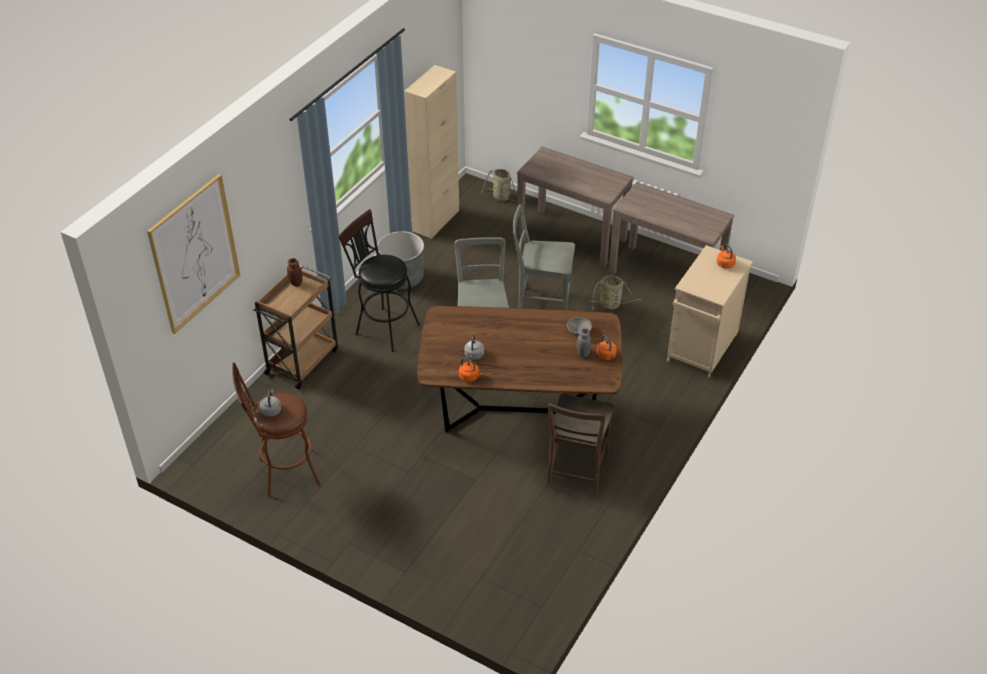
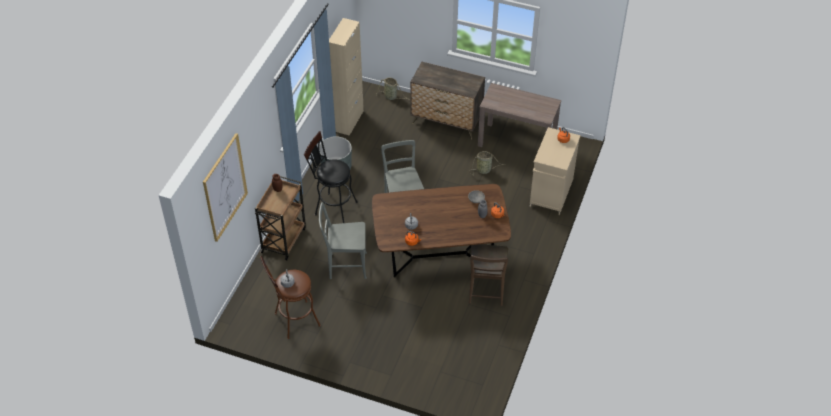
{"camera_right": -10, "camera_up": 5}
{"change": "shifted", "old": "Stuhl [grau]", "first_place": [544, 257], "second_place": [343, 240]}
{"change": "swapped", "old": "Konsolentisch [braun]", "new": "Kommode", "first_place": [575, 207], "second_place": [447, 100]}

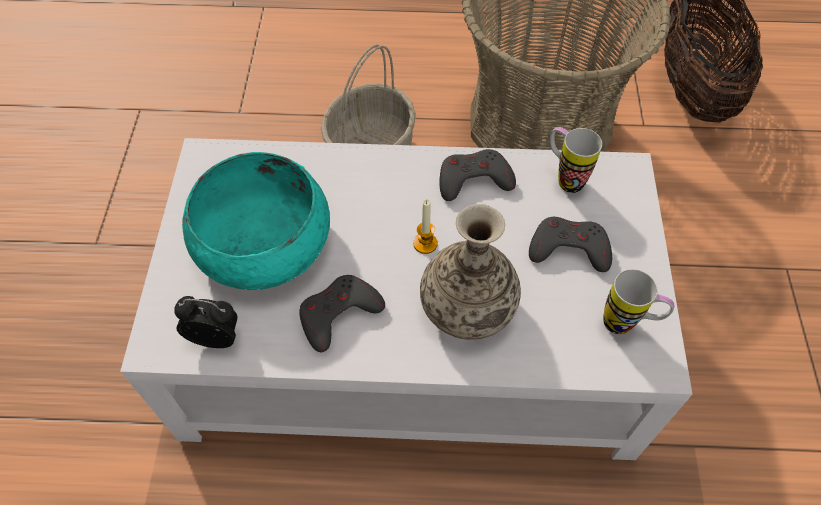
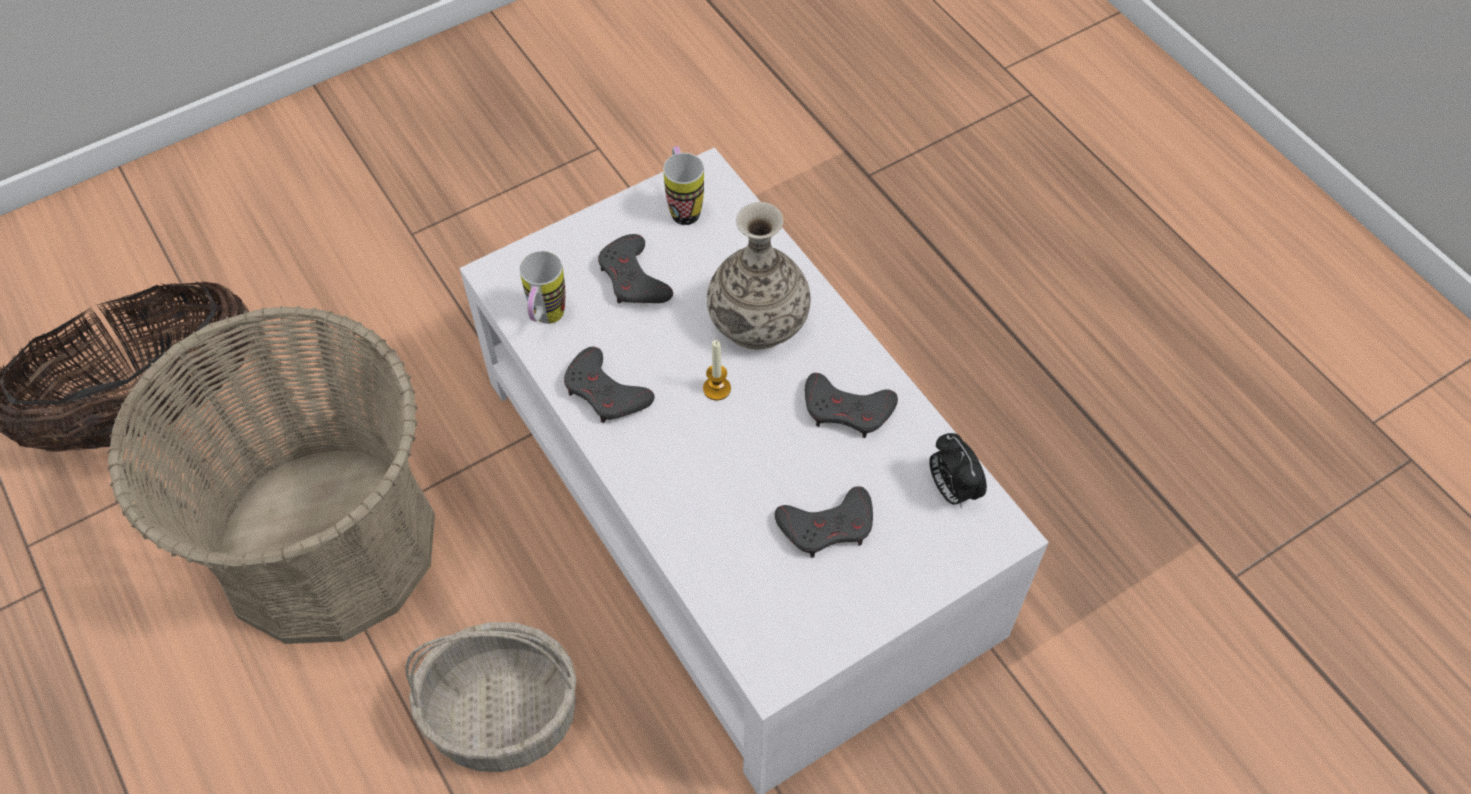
{"camera_right": -125, "camera_up": 0}
{"change": "swapped", "old": "Schüssel [türkis]", "new": "Gamepad [grau]", "first_place": [256, 221], "second_place": [824, 522]}

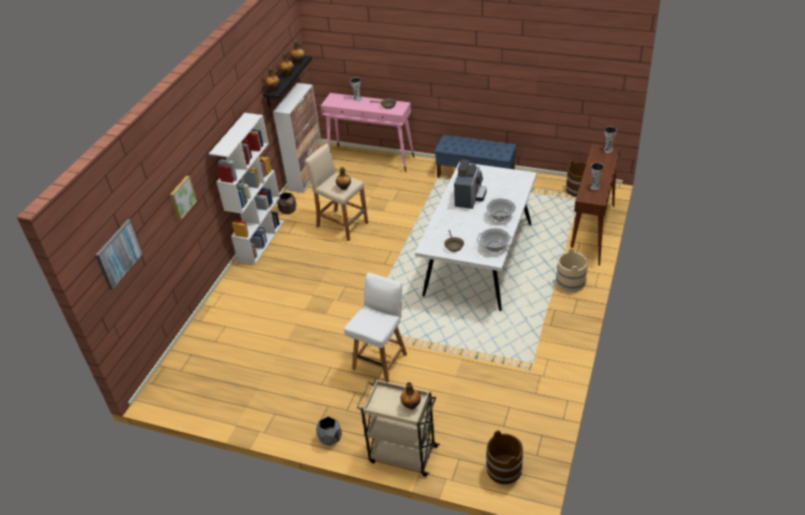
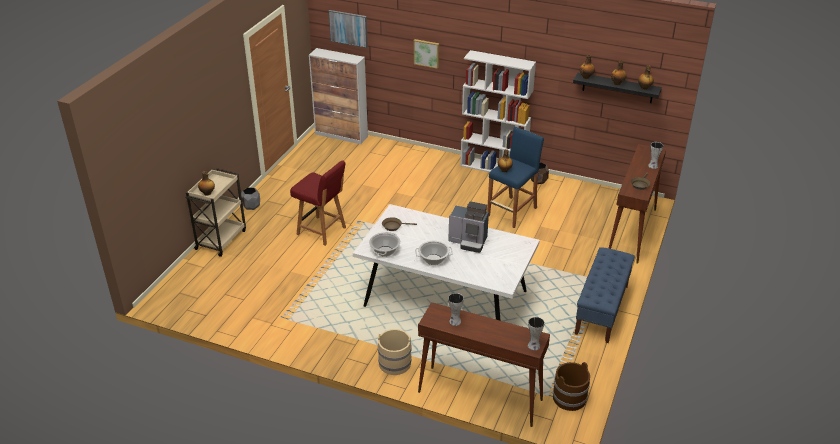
{"camera_right": 90, "camera_up": -5}
{"change": "gone", "old": "Eimer [braun]", "first_place": [504, 457]}
{"change": "shifted", "old": "Schrank", "first_place": [297, 138], "second_place": [338, 96]}
{"change": "repainted", "old": "Hocker [beige]", "new": "Hocker [blau]", "first_place": [336, 192], "second_place": [515, 177]}
{"change": "repainted", "old": "Konsolentisch [rosa]", "new": "Konsolentisch [braun]", "first_place": [367, 132], "second_place": [637, 204]}
{"change": "repainted", "old": "Stuhl [weiß]", "new": "Stuhl [rot]", "first_place": [375, 327], "second_place": [318, 203]}

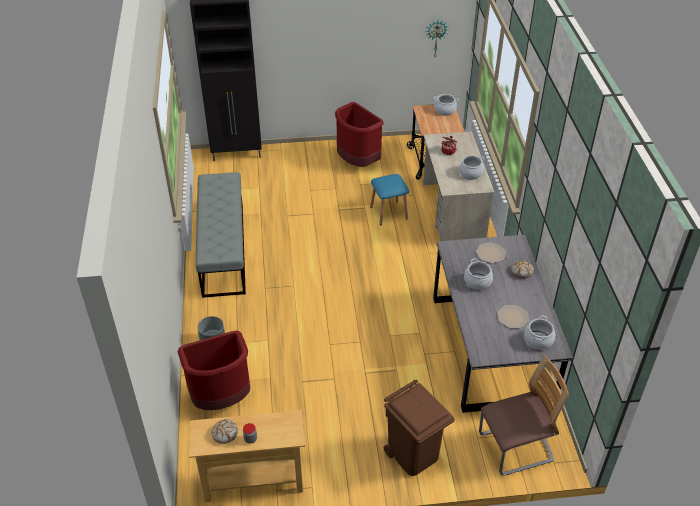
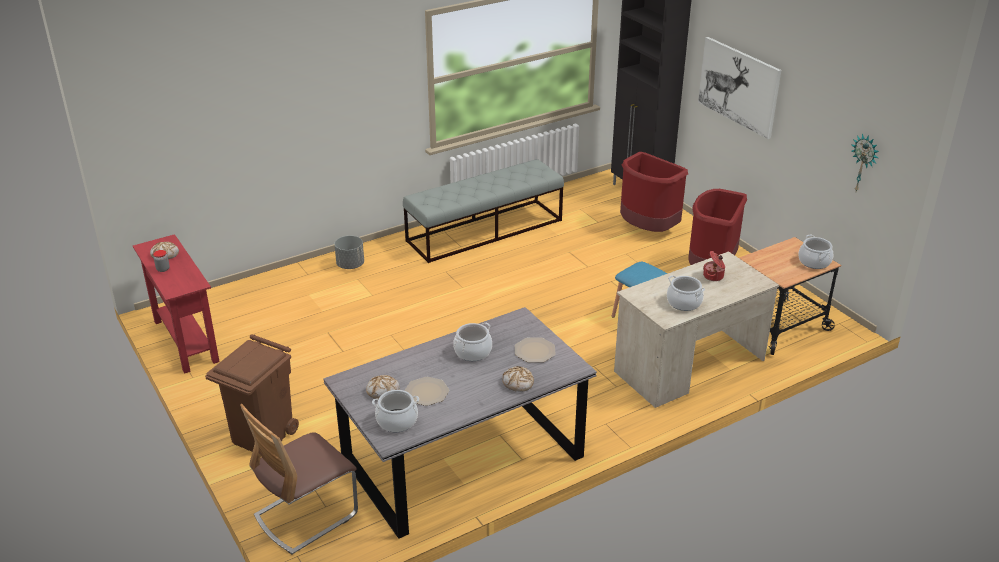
{"camera_right": 65, "camera_up": -10}
{"change": "new", "new": "Brot", "second_place": [383, 387]}
{"change": "new", "new": "Bild", "second_place": [739, 88]}
{"change": "shifted", "old": "Mülleimer [rot]", "first_place": [214, 370], "second_place": [654, 192]}
{"change": "repainted", "old": "Konsolentisch [beige]", "new": "Konsolentisch [rot]", "first_place": [247, 456], "second_place": [176, 304]}
{"change": "rotated", "old": "Stuhl", "first_place": [524, 415], "second_place": [299, 479], "degrees": 90}

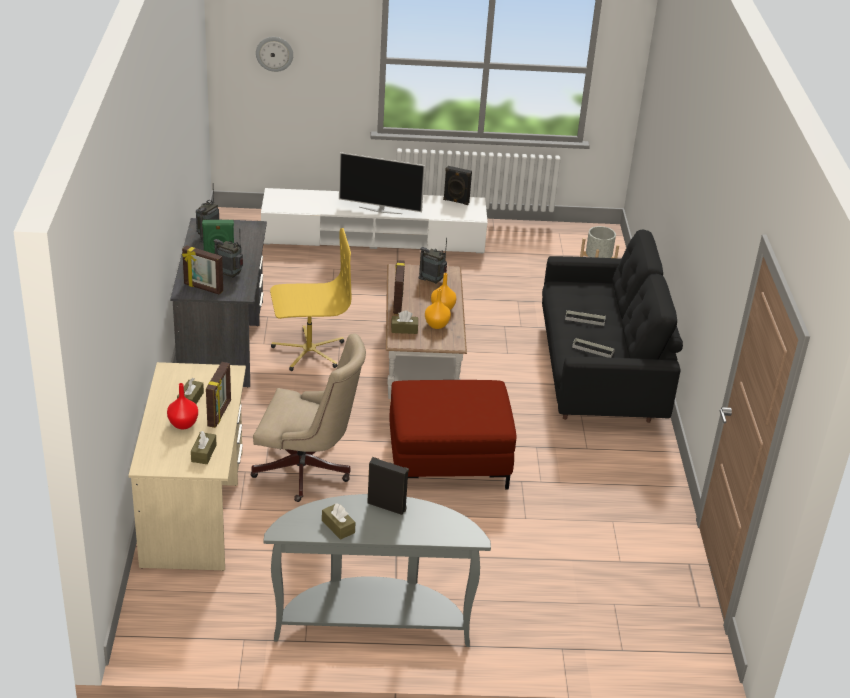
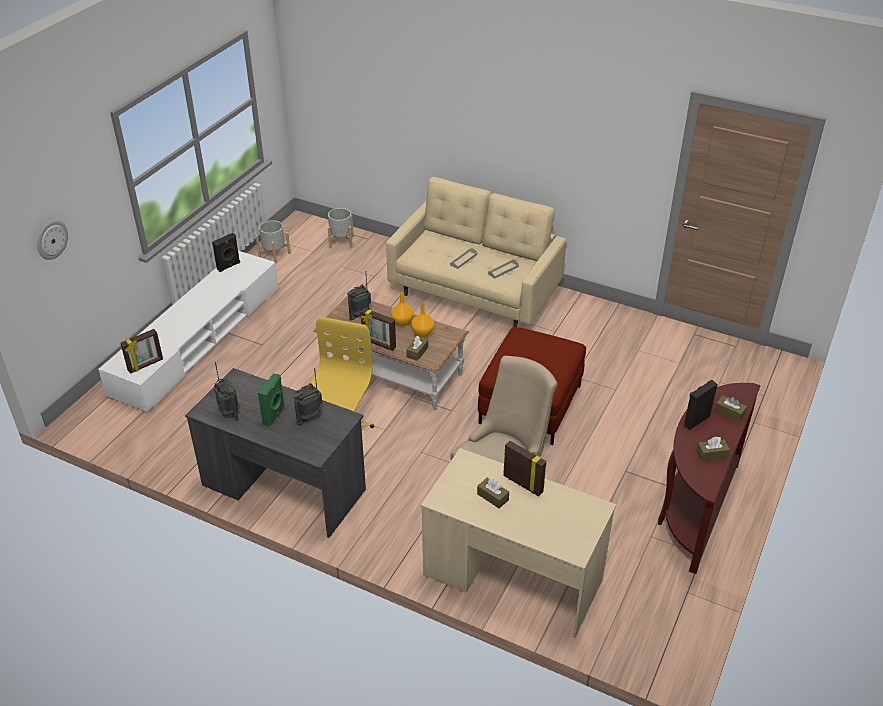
{"camera_right": -60, "camera_up": 5}
{"change": "gone", "old": "Vase [rot]", "first_place": [182, 406]}
{"change": "gone", "old": "Fernseher", "first_place": [382, 183]}
{"change": "new", "new": "Pflanzkübel [grau]", "second_place": [273, 242]}
{"change": "shifted", "old": "Bilderrahmen", "first_place": [202, 270], "second_place": [141, 351]}
{"change": "shifted", "old": "Taschentuchbox [braun]", "first_place": [204, 447], "second_place": [731, 408]}
{"change": "repainted", "old": "Konsolentisch [grau]", "new": "Konsolentisch [braun]", "first_place": [377, 570], "second_place": [709, 478]}
{"change": "repainted", "old": "Sofa [schwarz]", "new": "Sofa [beige]", "first_place": [612, 326], "second_place": [476, 252]}

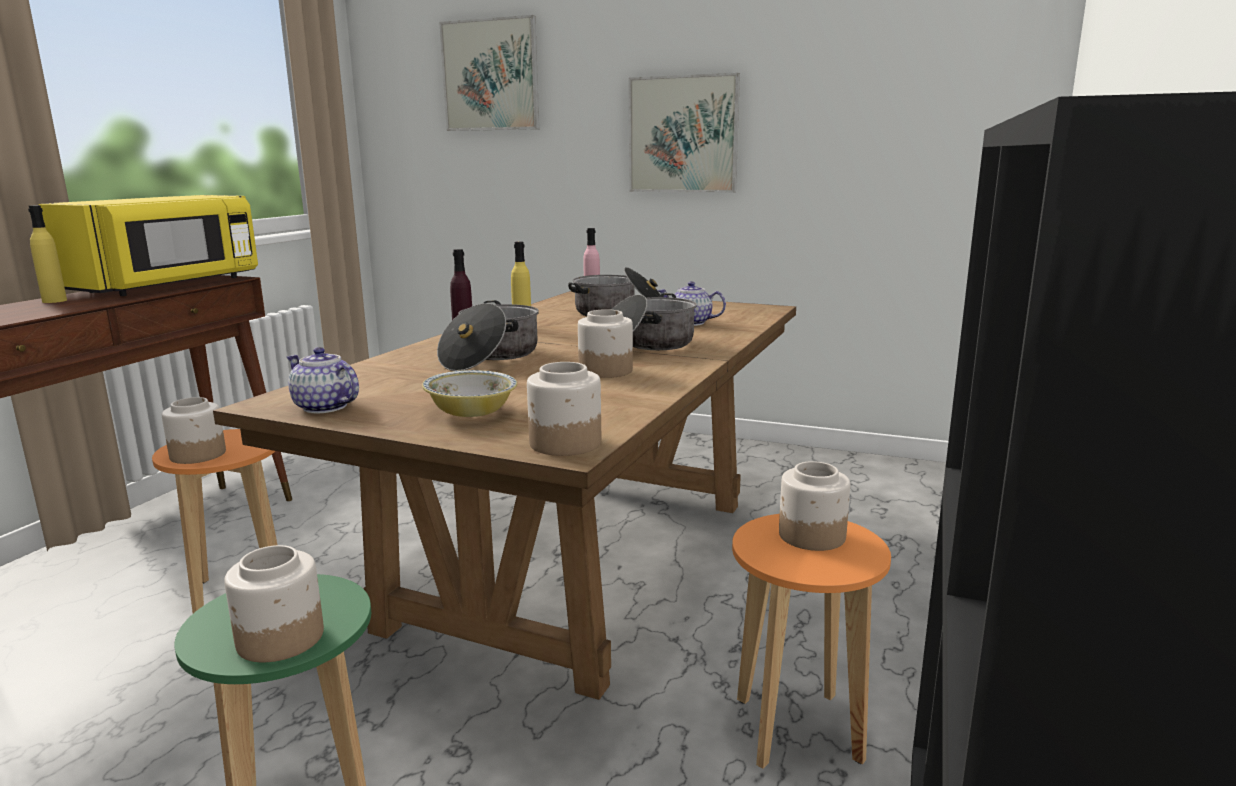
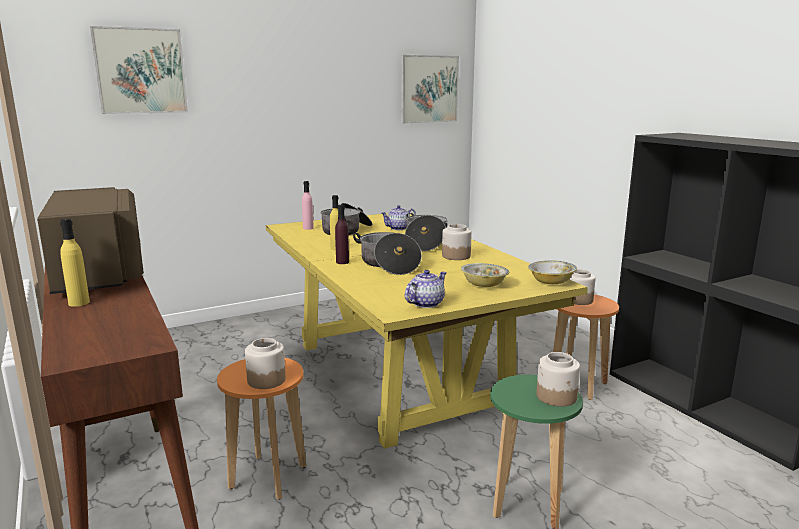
{"camera_right": -50, "camera_up": 0}
{"change": "shifted", "old": "Bild", "first_place": [684, 133], "second_place": [430, 89]}
{"change": "swapped", "old": "Vorratsglas", "new": "Schüssel", "first_place": [564, 409], "second_place": [552, 272]}
{"change": "repainted", "old": "Mikrowelle [gelb]", "new": "Mikrowelle [braun]", "first_place": [148, 245], "second_place": [90, 240]}
{"change": "repainted", "old": "Esstisch [braun]", "new": "Esstisch [gelb]", "first_place": [504, 495], "second_place": [427, 331]}
{"change": "rotated", "old": "Teekanne", "first_place": [323, 380], "second_place": [426, 289], "degrees": 150}

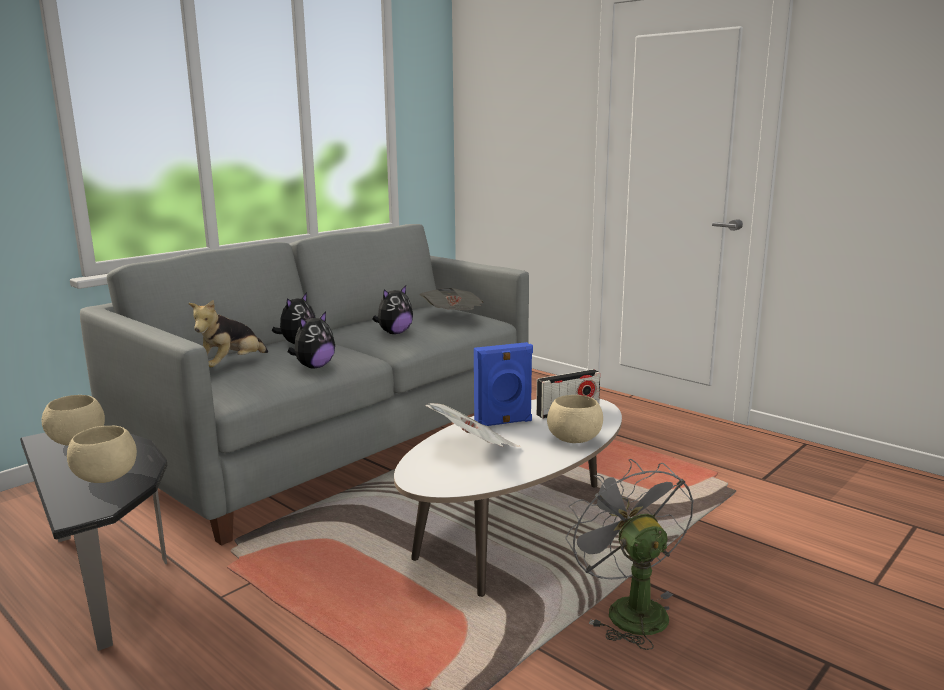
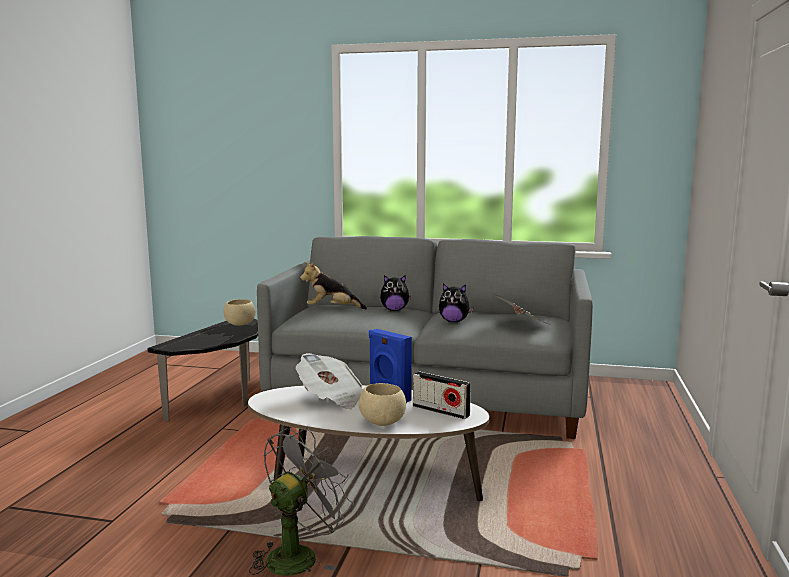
{"camera_right": 60, "camera_up": -5}
{"change": "gone", "old": "Schüssel [beige]", "first_place": [102, 454]}
{"change": "gone", "old": "Plüschtier", "first_place": [311, 339]}

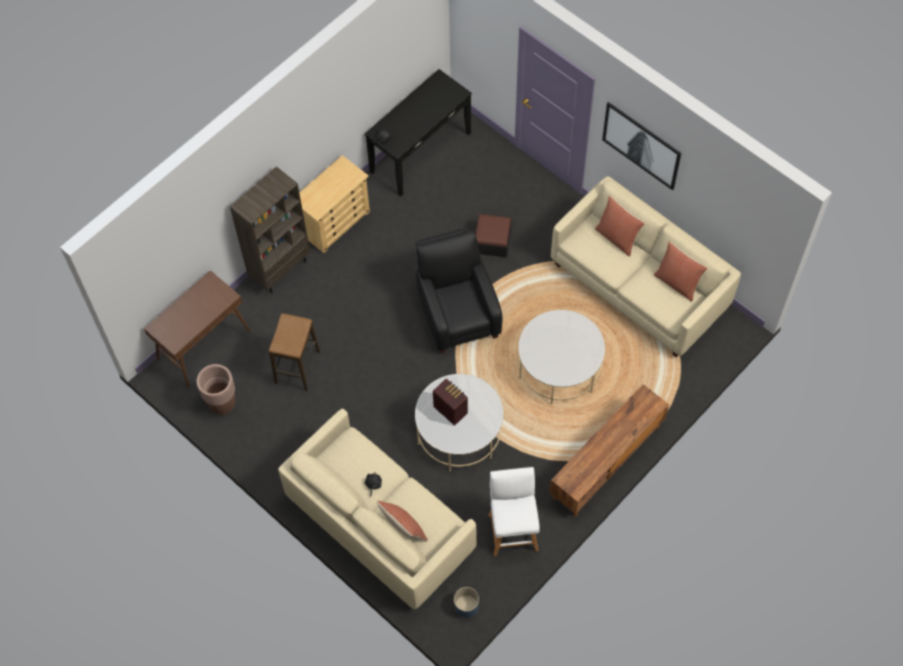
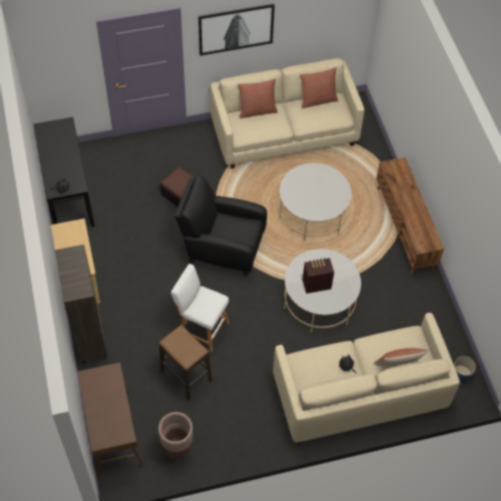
{"camera_right": -60, "camera_up": -5}
{"change": "shifted", "old": "Hocker [weiß]", "first_place": [514, 511], "second_place": [200, 308]}

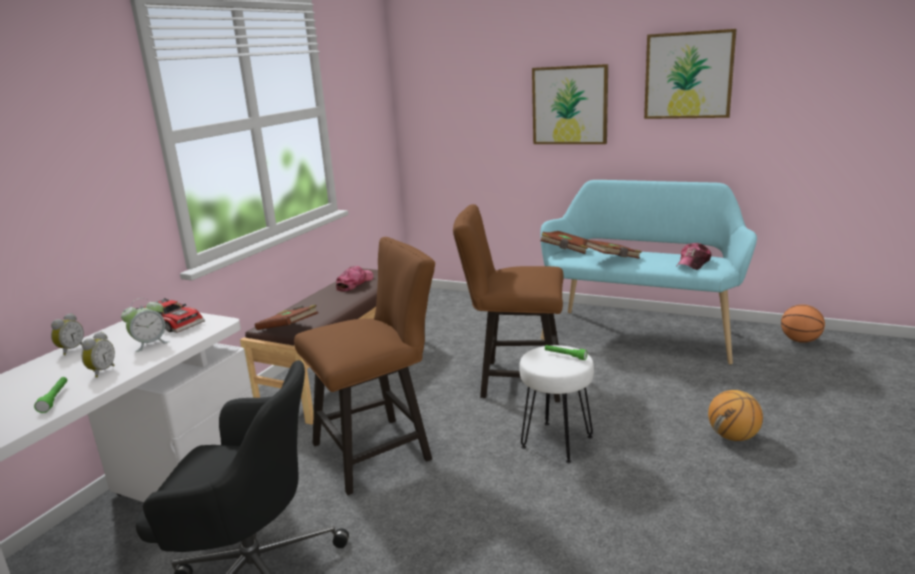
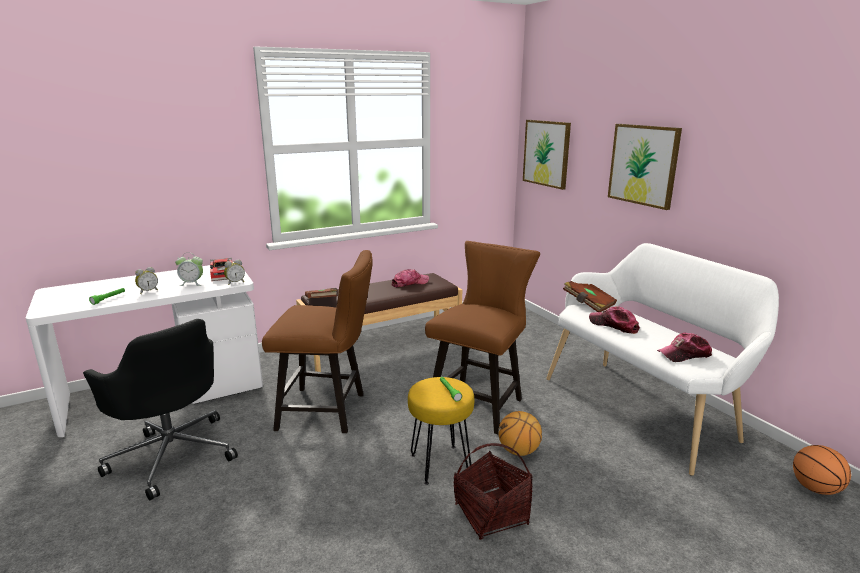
{"camera_right": 35, "camera_up": 0}
{"change": "new", "new": "Korb", "second_place": [493, 491]}
{"change": "shifted", "old": "Wecker", "first_place": [67, 334], "second_place": [234, 272]}
{"change": "shifted", "old": "Bild", "first_place": [690, 74], "second_place": [547, 155]}
{"change": "shifted", "old": "Basketball", "first_place": [735, 415], "second_place": [520, 433]}
{"change": "swapped", "old": "Buch [braun]", "new": "Kappe", "first_place": [612, 249], "second_place": [614, 320]}
{"change": "repainted", "old": "Hocker [weiß]", "new": "Hocker [gelb]", "first_place": [556, 404], "second_place": [441, 431]}
{"change": "repainted", "old": "Bank [türkis]", "new": "Bank [weiß]", "first_place": [648, 272], "second_place": [662, 359]}
{"change": "rotated", "old": "Stuhl [braun]", "first_place": [508, 303], "second_place": [482, 337], "degrees": 75}

